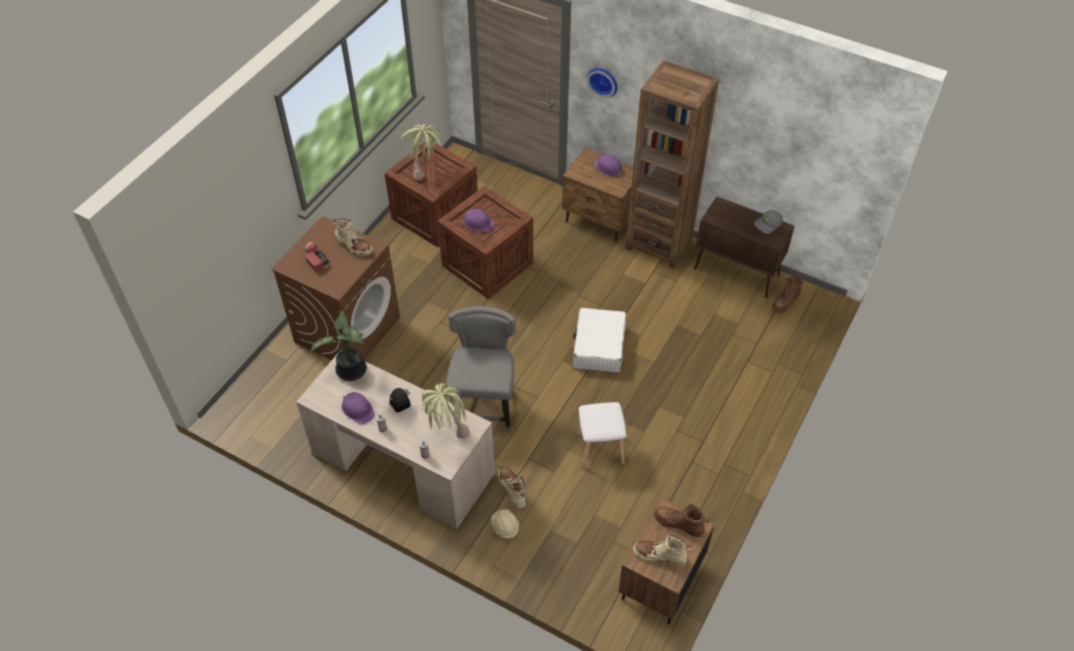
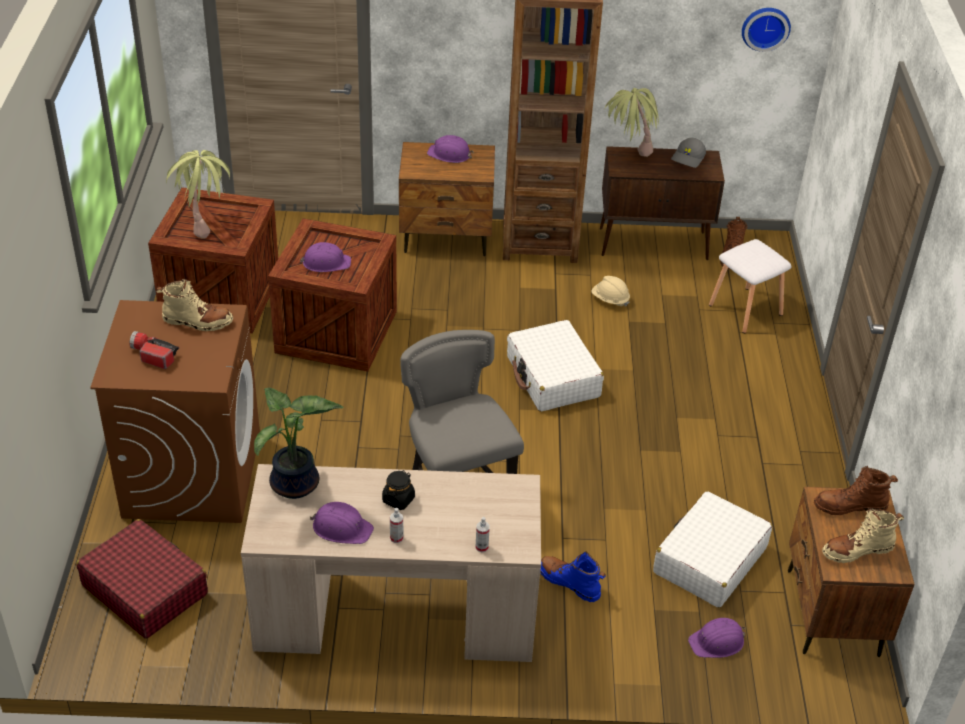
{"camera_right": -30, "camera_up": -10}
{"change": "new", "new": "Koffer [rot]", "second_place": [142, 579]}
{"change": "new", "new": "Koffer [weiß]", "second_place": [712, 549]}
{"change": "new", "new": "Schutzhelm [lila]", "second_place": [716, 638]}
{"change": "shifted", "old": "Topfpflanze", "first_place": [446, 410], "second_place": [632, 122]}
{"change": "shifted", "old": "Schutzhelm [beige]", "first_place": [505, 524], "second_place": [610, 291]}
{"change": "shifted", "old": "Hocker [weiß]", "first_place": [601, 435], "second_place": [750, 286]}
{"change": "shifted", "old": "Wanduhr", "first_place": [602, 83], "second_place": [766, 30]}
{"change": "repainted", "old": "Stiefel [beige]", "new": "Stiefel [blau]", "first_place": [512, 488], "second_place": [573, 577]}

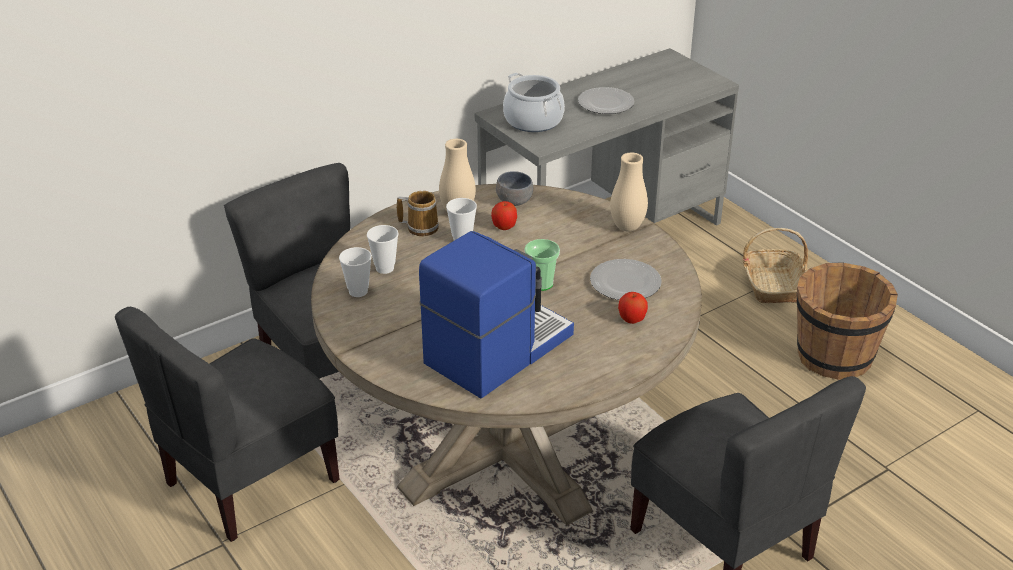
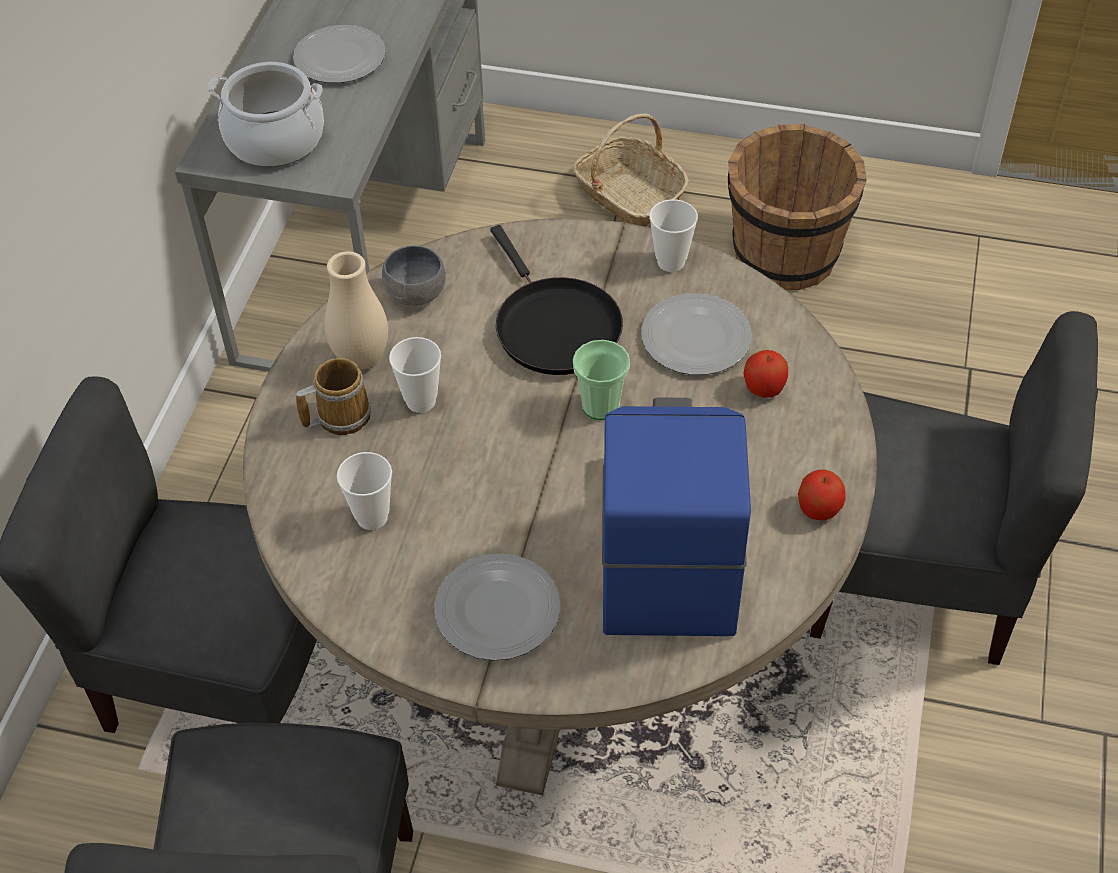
{"camera_right": -40, "camera_up": 15}
{"change": "gone", "old": "Vase [beige]", "first_place": [629, 191]}
{"change": "new", "new": "Teller", "second_place": [497, 607]}
{"change": "new", "new": "Pfanne [schwarz]", "second_place": [556, 300]}
{"change": "shifted", "old": "Tasse", "first_place": [355, 272], "second_place": [673, 235]}
{"change": "shifted", "old": "Apfel", "first_place": [504, 215], "second_place": [821, 495]}

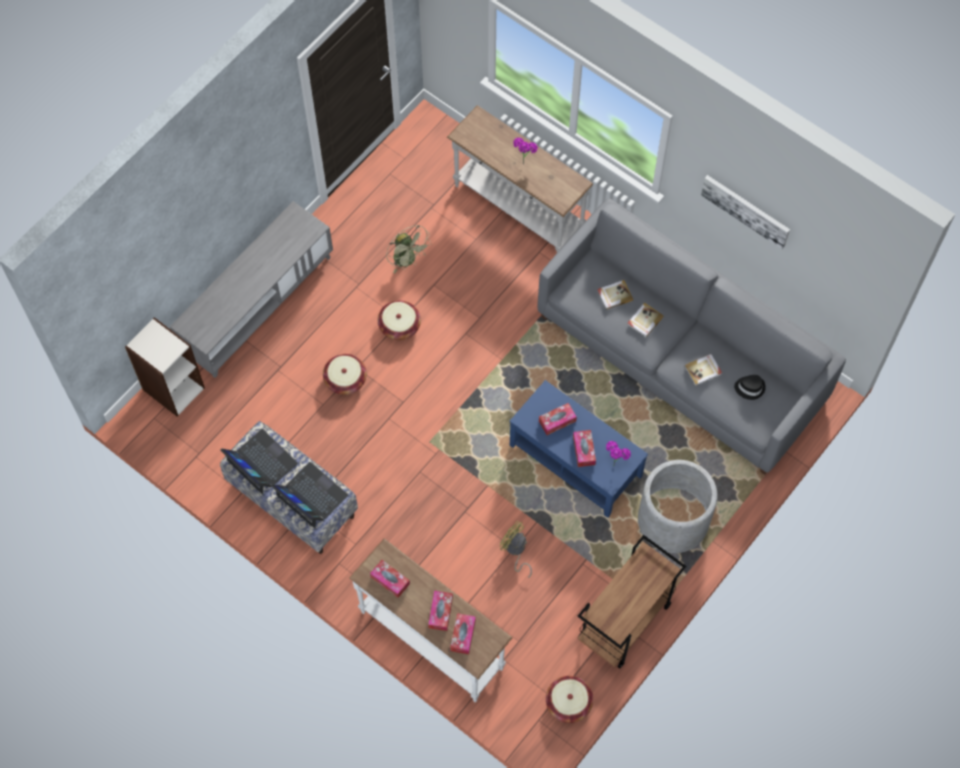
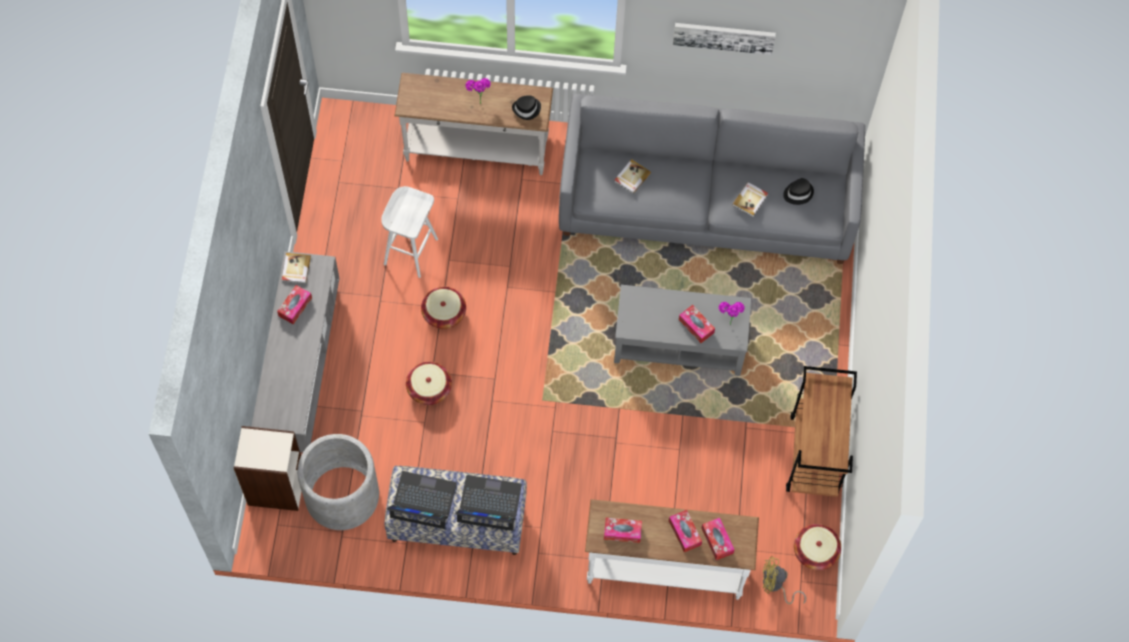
{"camera_right": -35, "camera_up": 0}
{"change": "new", "new": "Hut [schwarz]", "second_place": [526, 107]}
{"change": "shifted", "old": "Ventilator [gelb]", "first_place": [516, 549], "second_place": [784, 580]}
{"change": "shifted", "old": "Taschentuchbox", "first_place": [558, 419], "second_place": [294, 304]}
{"change": "shifted", "old": "Buch", "first_place": [645, 320], "second_place": [296, 268]}
{"change": "shifted", "old": "Pflanzkübel [grau]", "first_place": [678, 506], "second_place": [338, 482]}
{"change": "swapped", "old": "Ventilator [grün]", "new": "Hocker [weiß]", "first_place": [409, 249], "second_place": [409, 232]}
{"change": "repainted", "old": "Couchtisch [blau]", "new": "Couchtisch [grau]", "first_place": [578, 449], "second_place": [682, 330]}

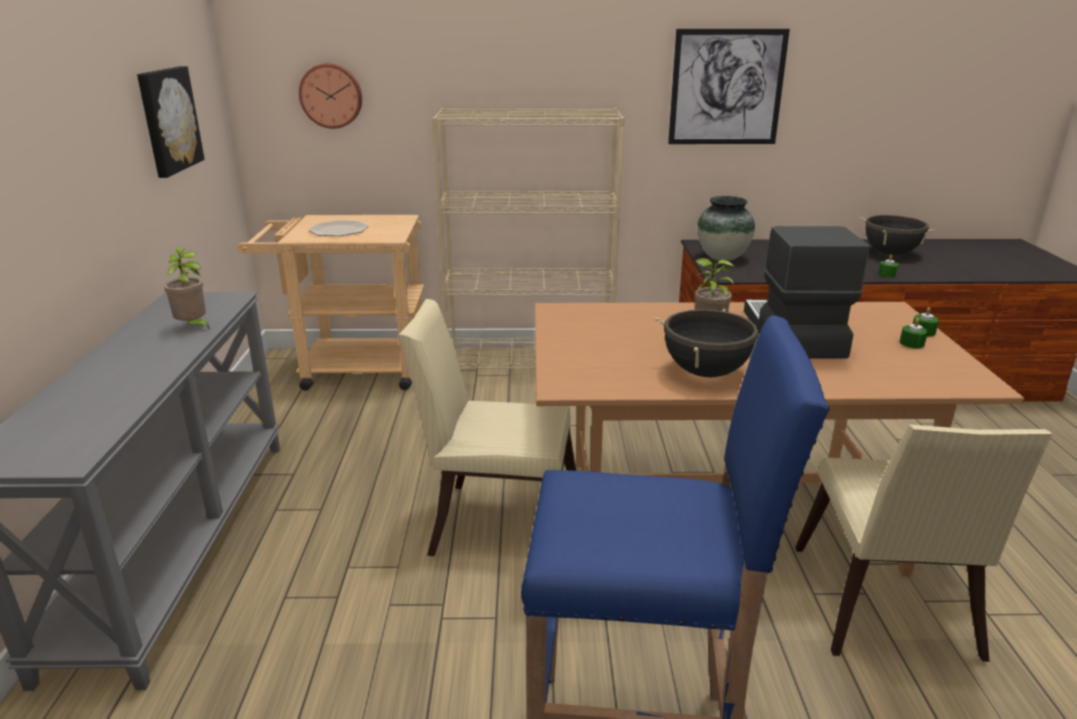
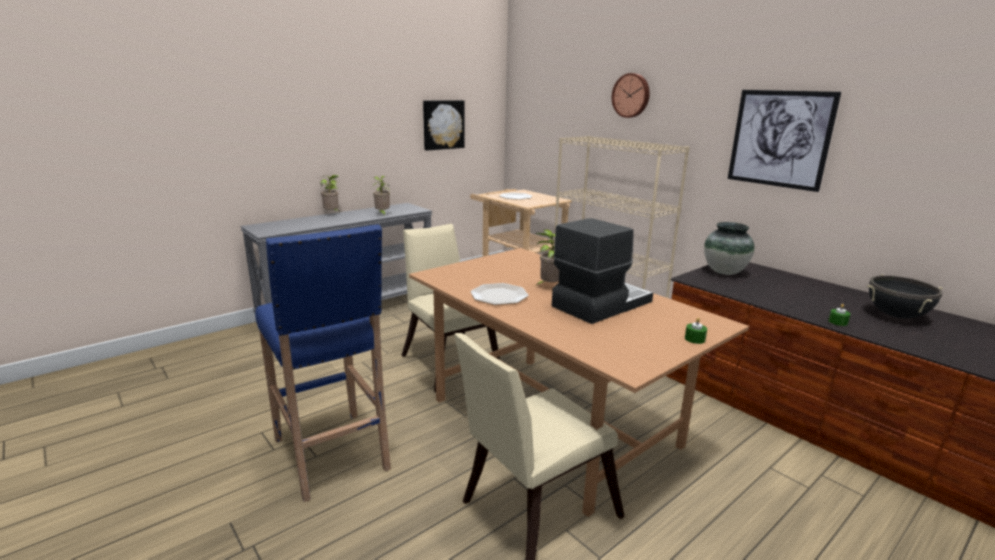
{"camera_right": 50, "camera_up": -5}
{"change": "gone", "old": "Kerze [grün]", "first_place": [914, 333]}
{"change": "new", "new": "Topfpflanze", "second_place": [329, 193]}
{"change": "shifted", "old": "Wanduhr", "first_place": [330, 96], "second_place": [631, 95]}
{"change": "swapped", "old": "Kochtopf [schwarz]", "new": "Teller", "first_place": [706, 343], "second_place": [499, 294]}

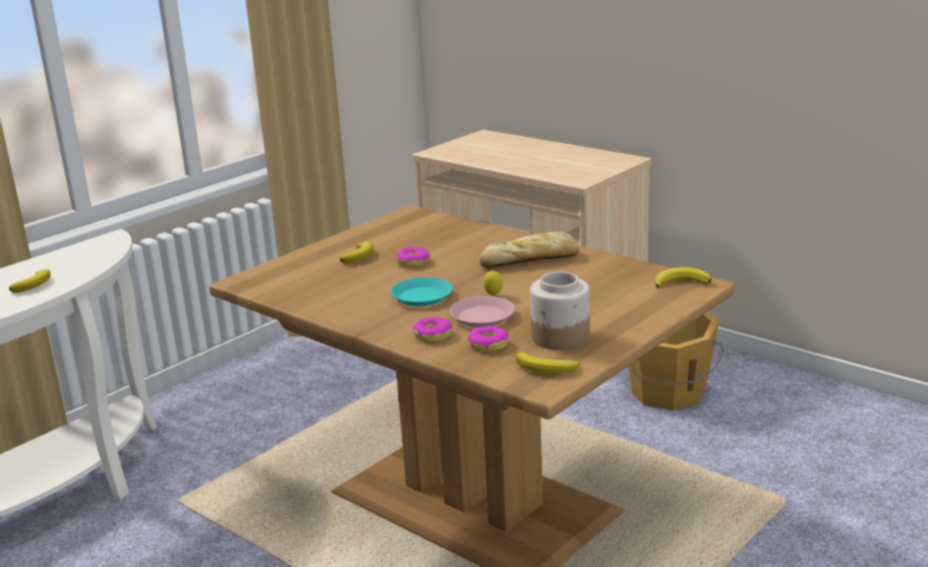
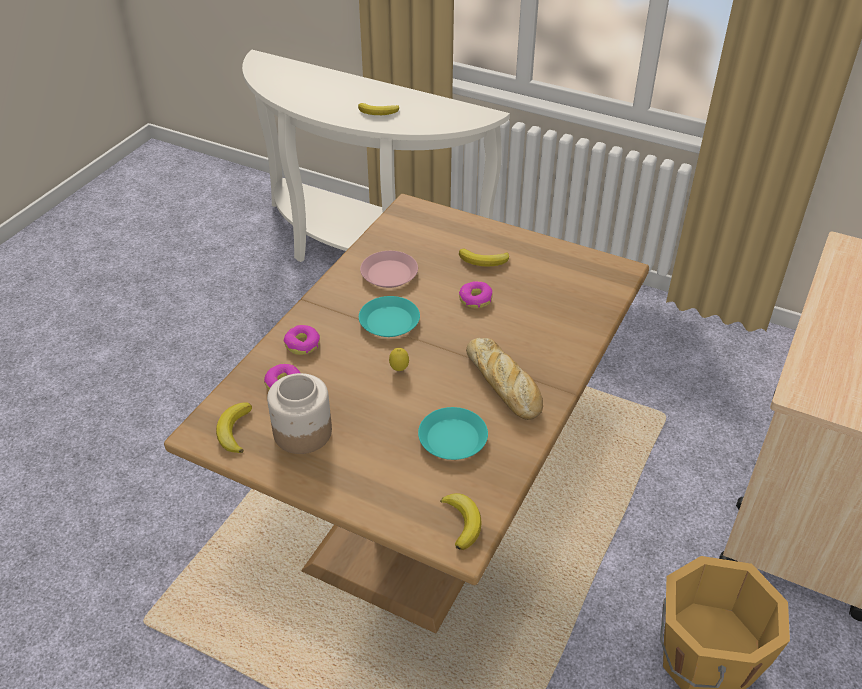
{"camera_right": 75, "camera_up": 20}
{"change": "new", "new": "Teller [türkis]", "second_place": [453, 433]}
{"change": "shifted", "old": "Teller [rosa]", "first_place": [482, 311], "second_place": [389, 269]}

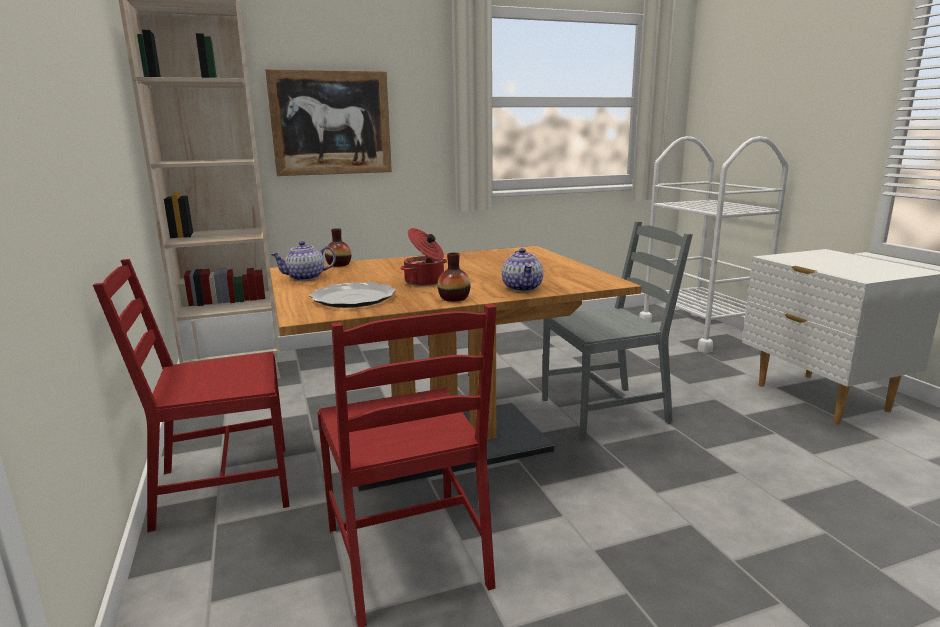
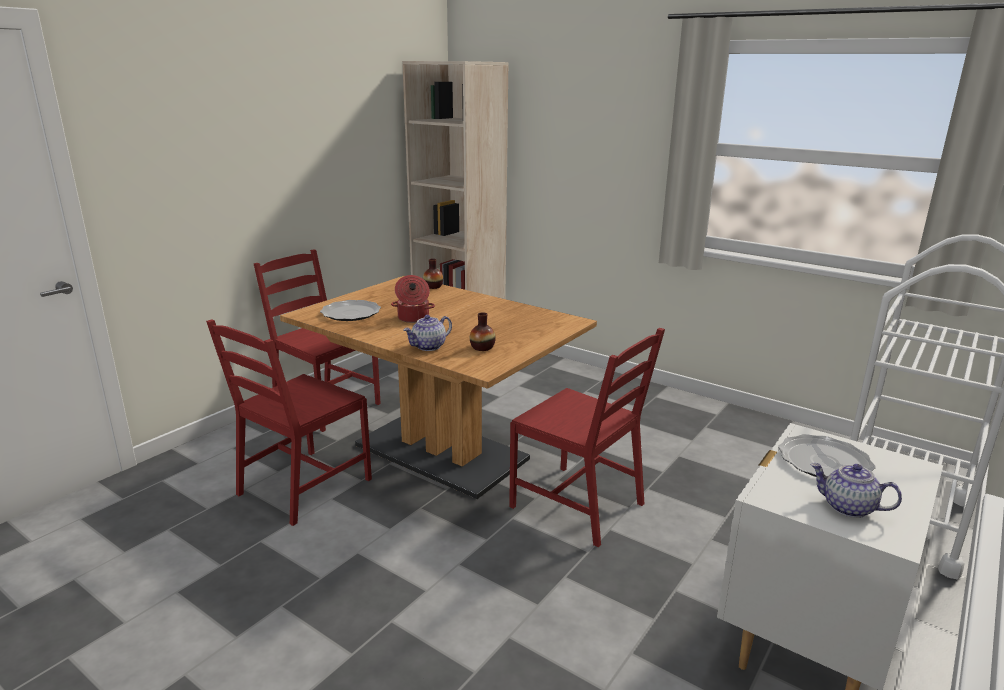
{"camera_right": 55, "camera_up": 5}
{"change": "gone", "old": "Bild", "first_place": [328, 122]}
{"change": "new", "new": "Teller", "second_place": [827, 455]}
{"change": "shifted", "old": "Teekanne", "first_place": [303, 261], "second_place": [856, 490]}
{"change": "shifted", "old": "Vase", "first_place": [454, 277], "second_place": [483, 331]}
{"change": "repainted", "old": "Stuhl [grau]", "new": "Stuhl [rot]", "first_place": [617, 330], "second_place": [587, 437]}

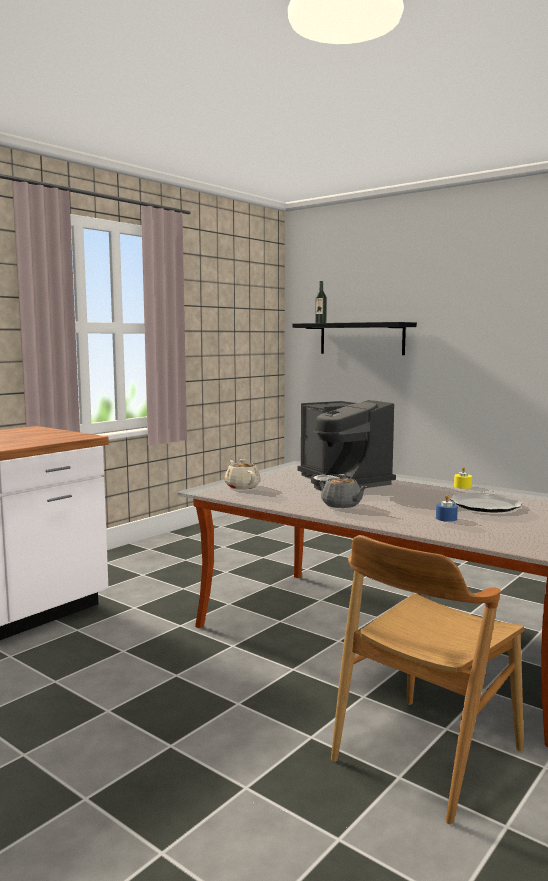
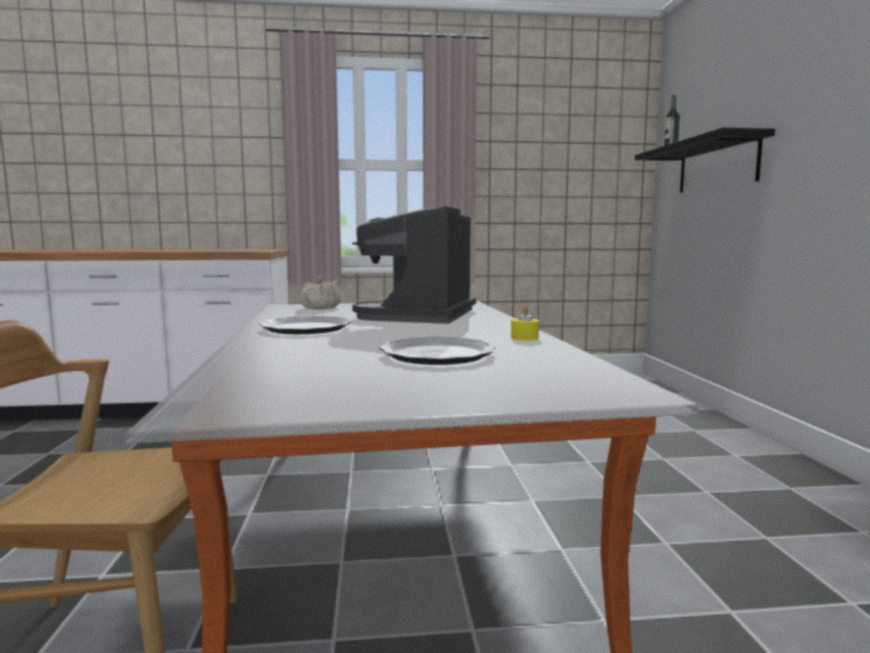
{"camera_right": 45, "camera_up": 0}
{"change": "gone", "old": "Kerze [blau]", "first_place": [447, 508]}
{"change": "swapped", "old": "Teekanne [grau]", "new": "Teller", "first_place": [344, 491], "second_place": [305, 325]}

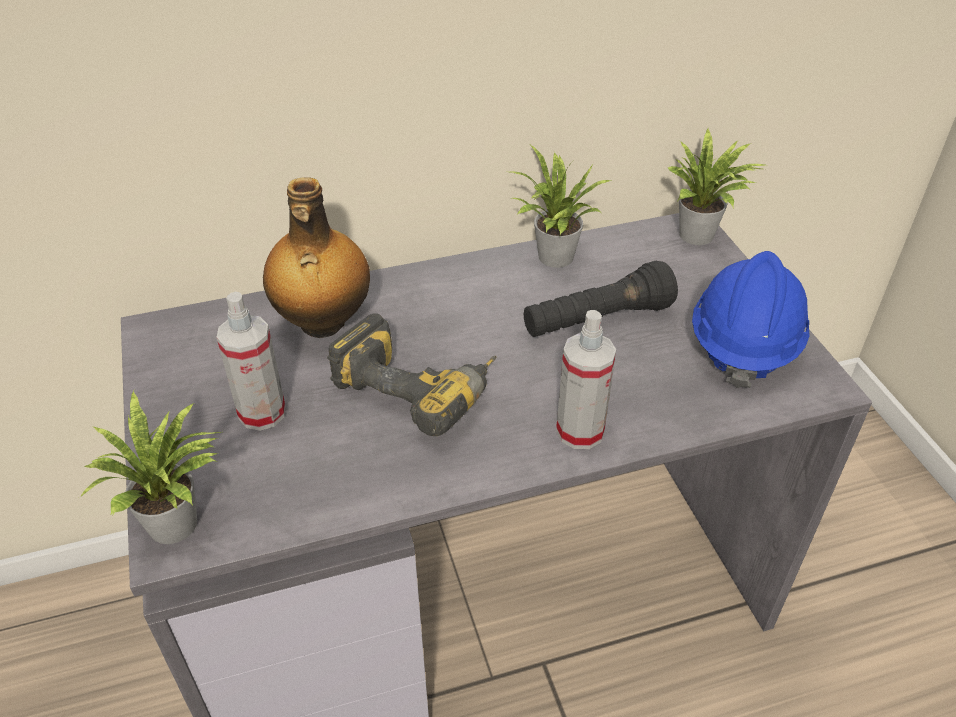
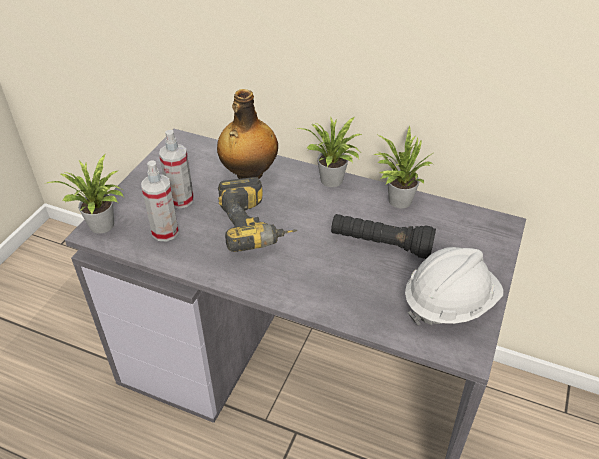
{"camera_right": 40, "camera_up": 0}
{"change": "shifted", "old": "Sprühflasche", "first_place": [586, 379], "second_place": [160, 201]}
{"change": "shifted", "old": "Topfpflanze", "first_place": [716, 187], "second_place": [329, 152]}
{"change": "repainted", "old": "Schutzhelm [blau]", "new": "Schutzhelm [weiß]", "first_place": [751, 319], "second_place": [454, 286]}

